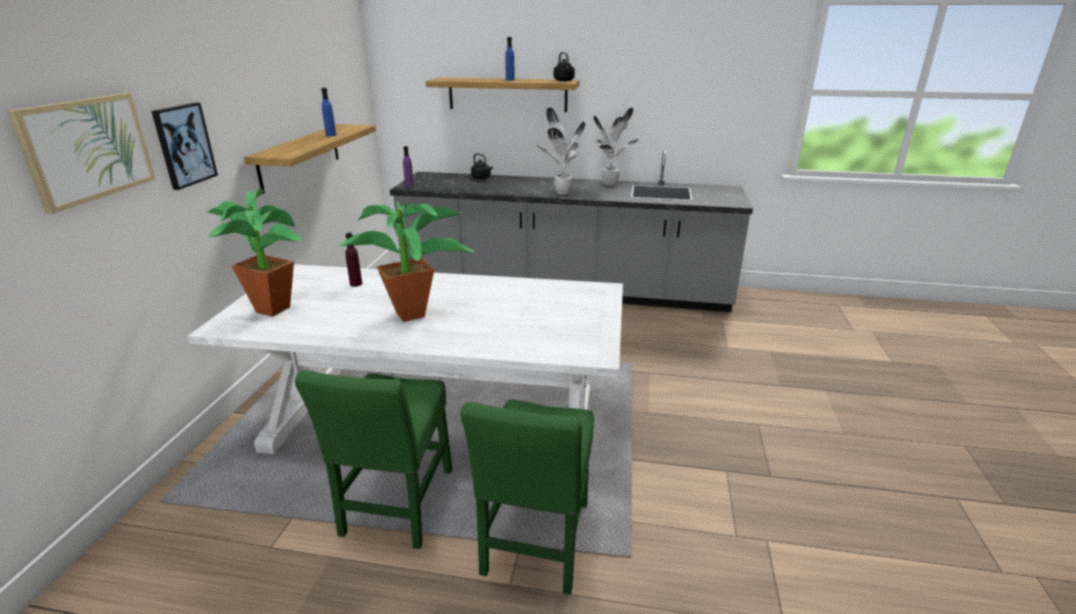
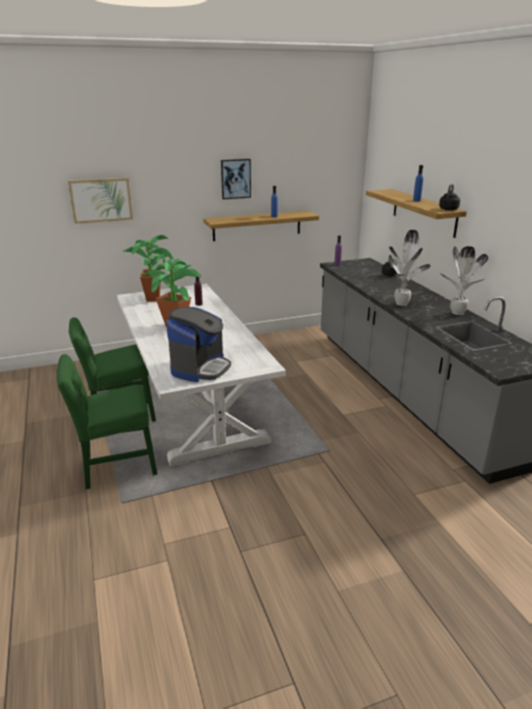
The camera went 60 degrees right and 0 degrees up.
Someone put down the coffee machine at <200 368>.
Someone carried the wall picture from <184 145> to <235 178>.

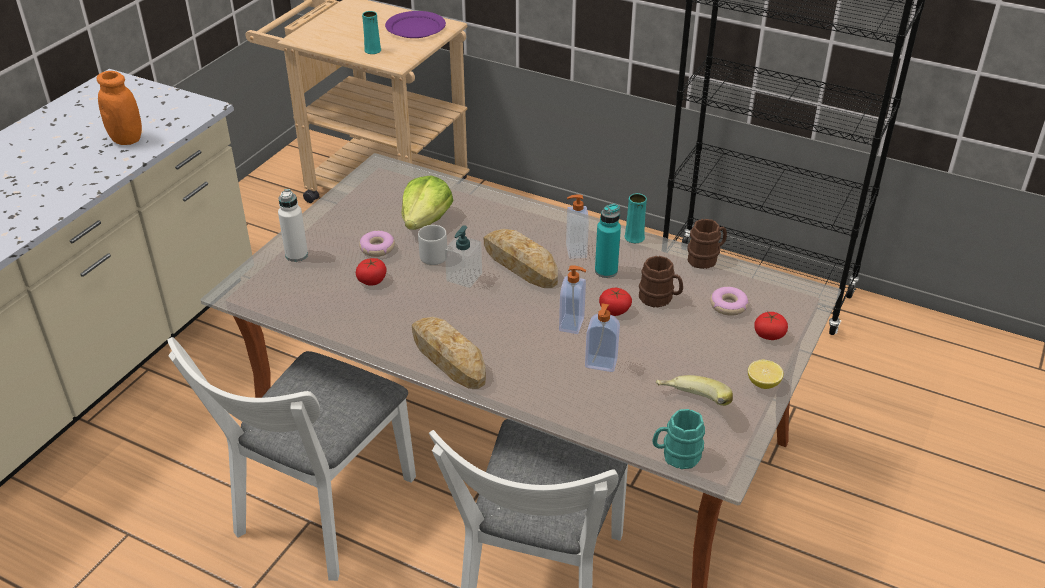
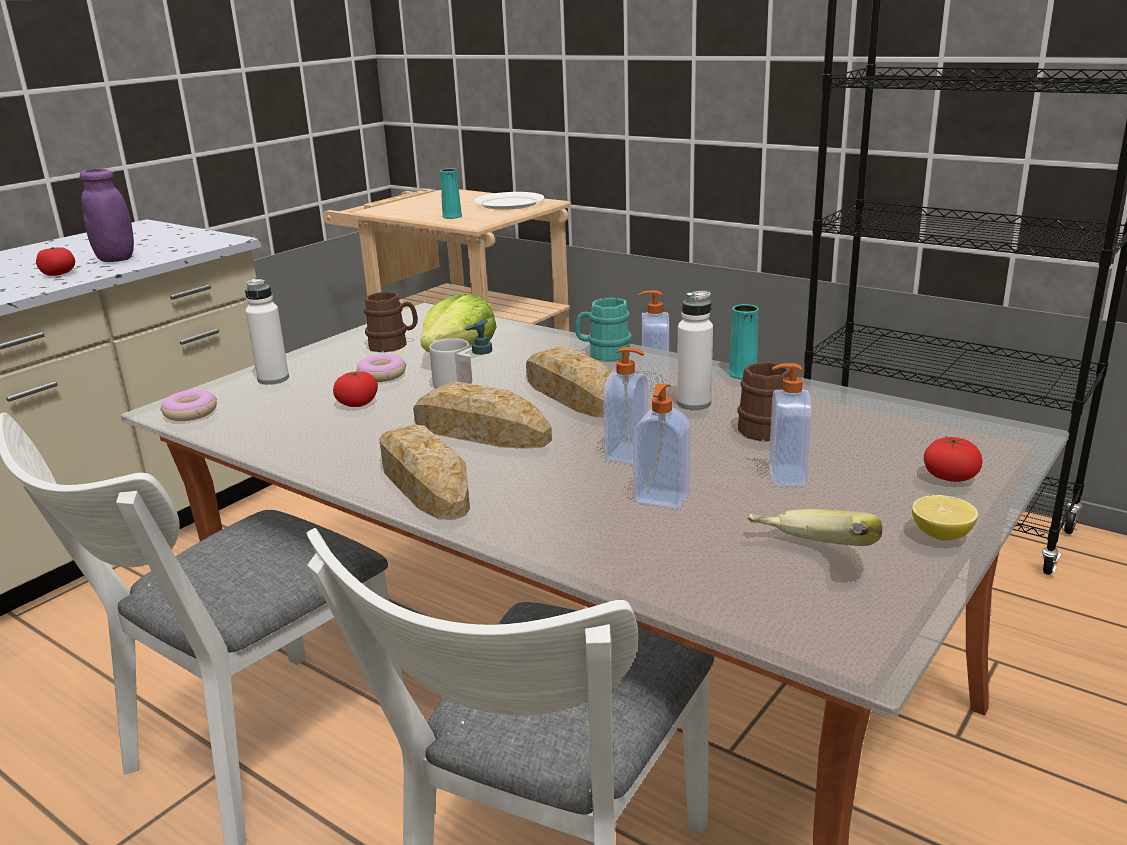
The camera went 10 degrees right and 15 degrees down.
Someone carried the tomato from <614 310> to <58 273>.
Someone repainted the orangey preserve jar at <126 139>, which became the purplish preserve jar at <116 259>.
Someone carried the donut from <728 306> to <191 413>.
Someone carried the brownish mug from <706 258> to <393 345>.
Someone put down the baked bread at <480 431>.
Someone repainted the purplish flat dish at <415 27>, which became the whitish flat dish at <509 203>.
Someone carried the turquoise-coloured mug from <676 455> to <603 354>.
Someone repainted the turquoise-coloured bottle at <606 271>, which became the whitish bottle at <694 403>.
Someone put down the soap bottle at <785 476>.

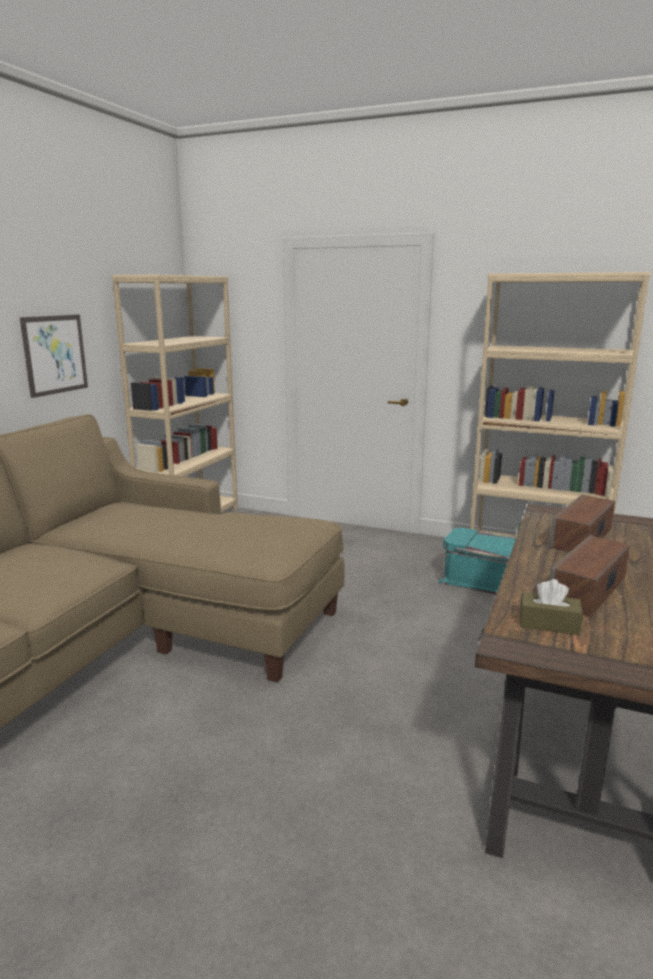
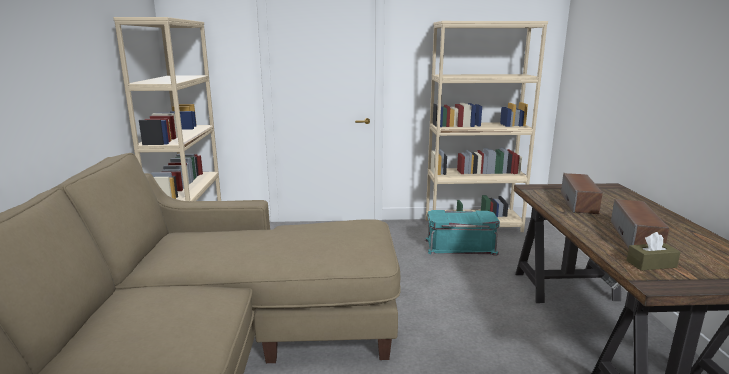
The camera went 25 degrees left and 0 degrees up.
Someone took away the wall picture at <55 354>.

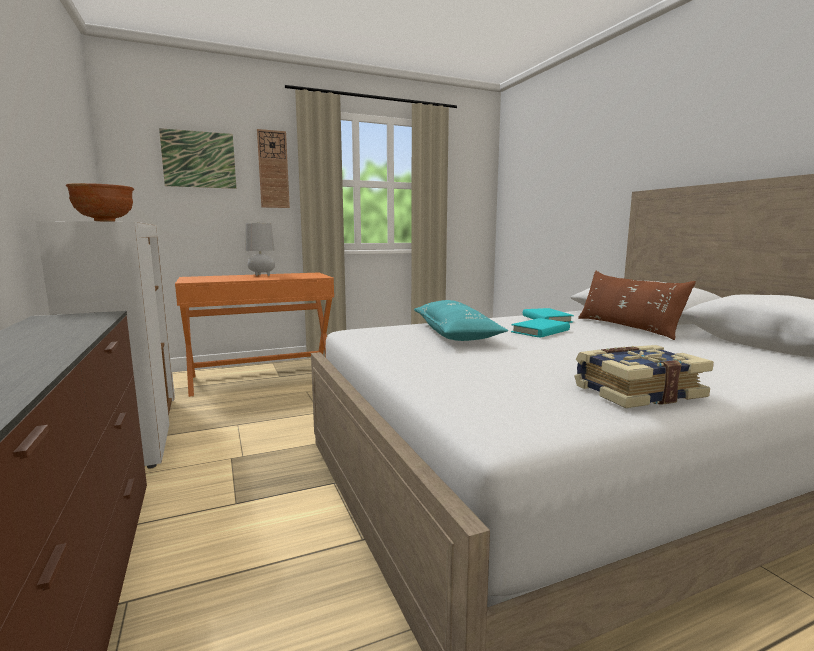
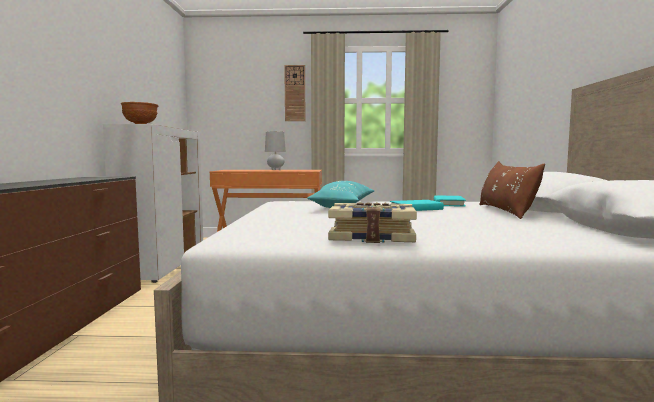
The camera went 25 degrees right and 5 degrees down.
Someone took away the wall picture at <199 159>.

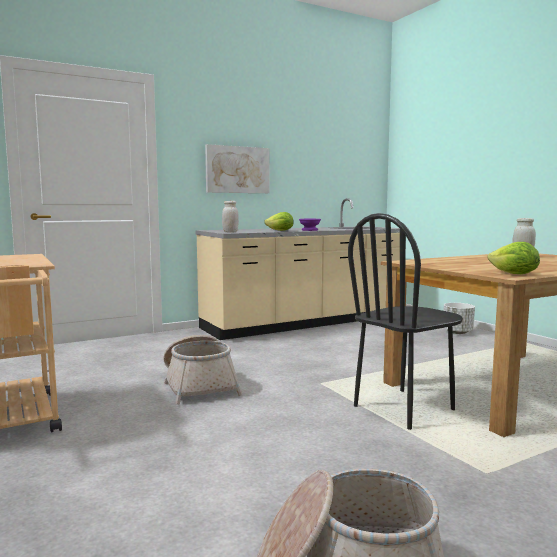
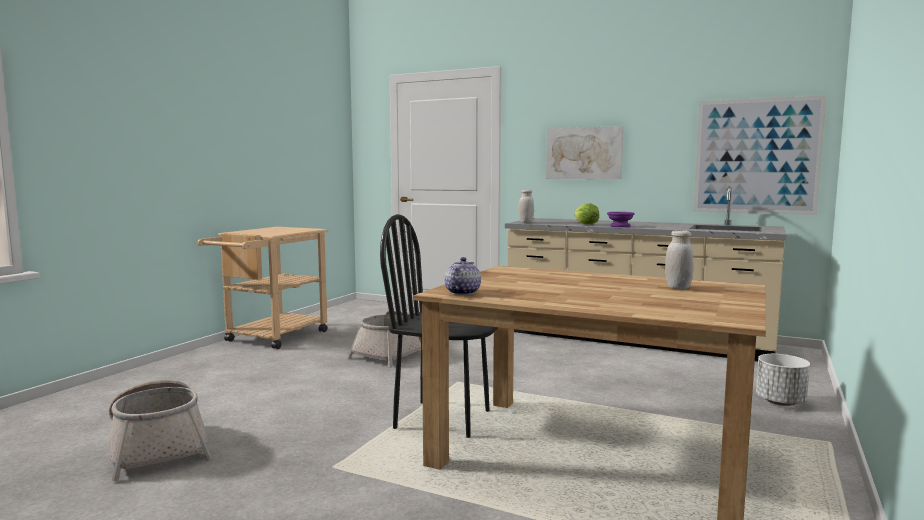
The camera went 55 degrees right and 0 degrees up.
Someone swapped the head of lettuce at <513 274> for the pot for tea at <462 292>.
Someone put up the wall picture at <756 156>.

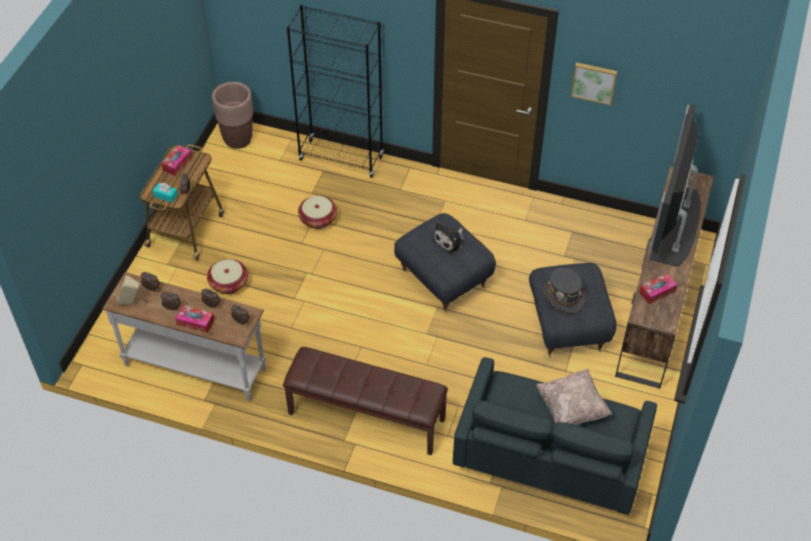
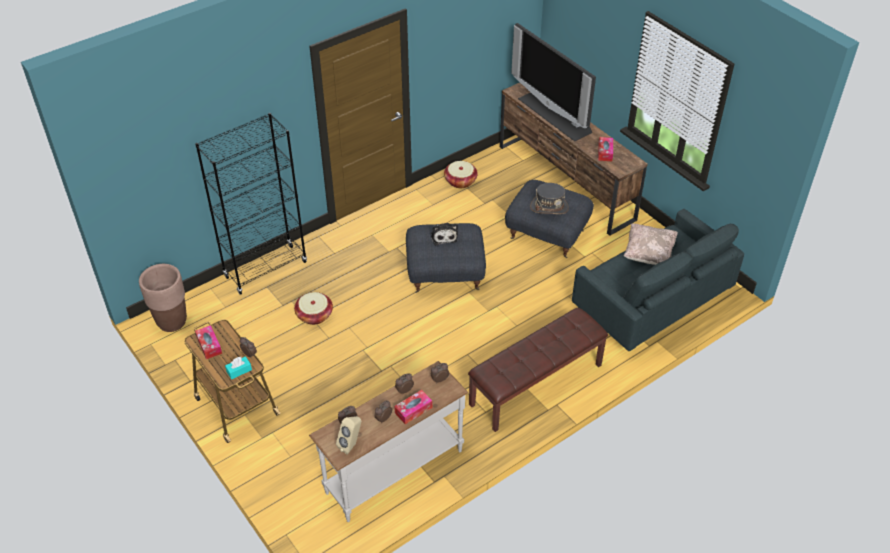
The camera went 55 degrees left and 5 degrees down.
Someone carried the basket from <228 283> to <460 181>.
Someone took away the wall picture at <594 82>.

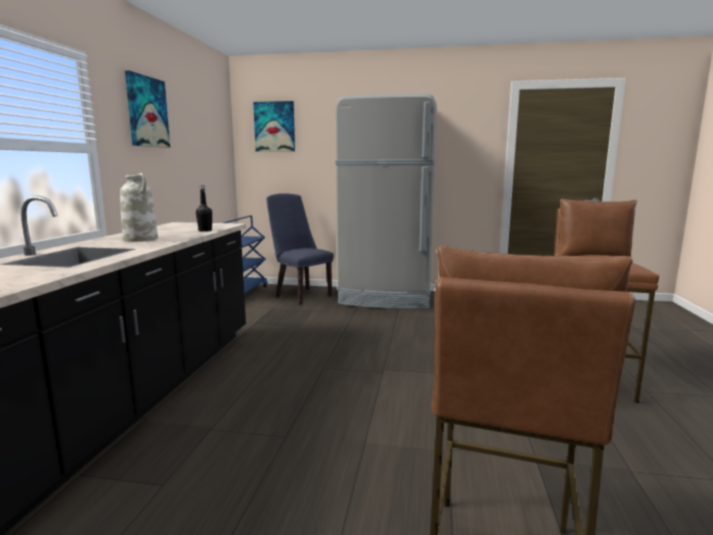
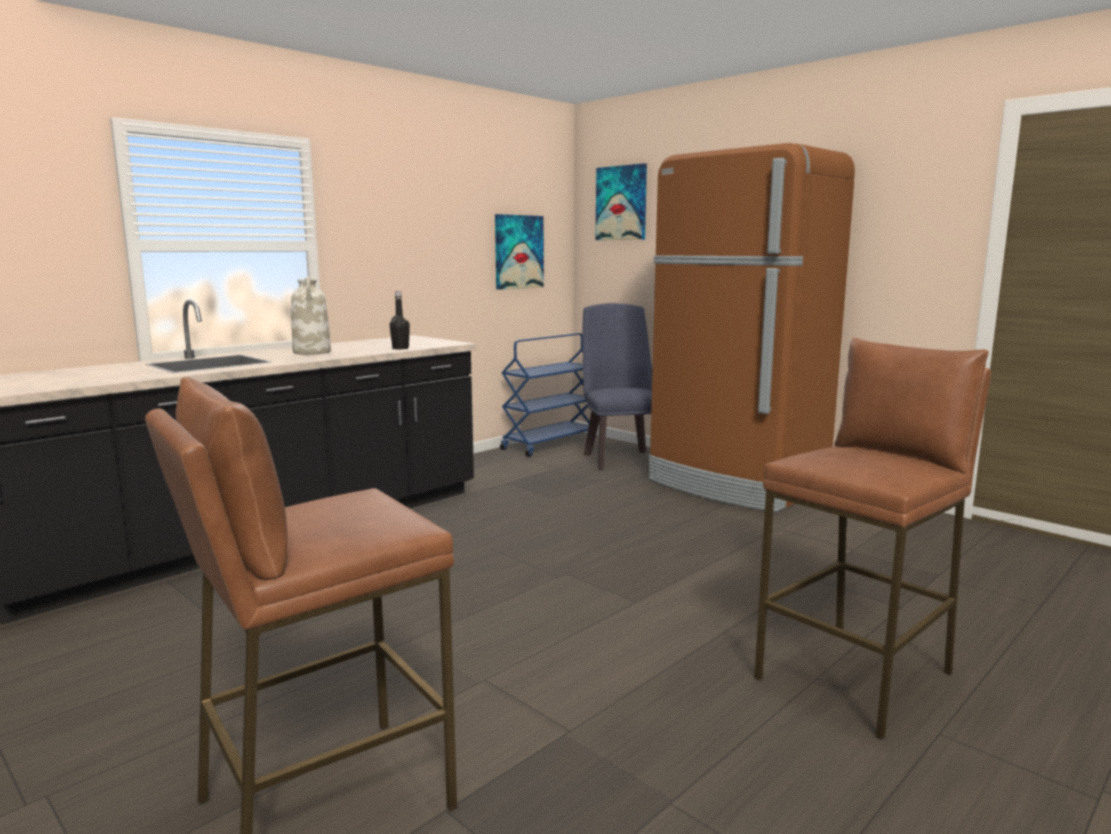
The camera went 35 degrees right and 0 degrees up.
Someone carried the wall picture from <147 112> to <518 252>.
Someone repainted the grey kitchen fridge at <386 298>, which became the brownish kitchen fridge at <736 485>.

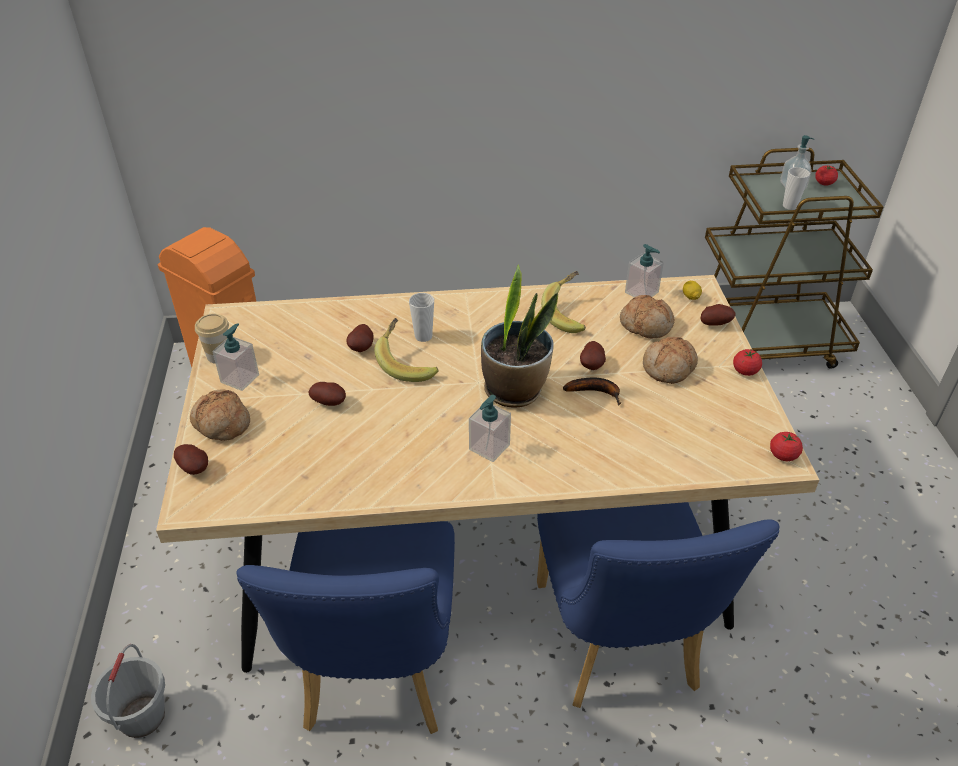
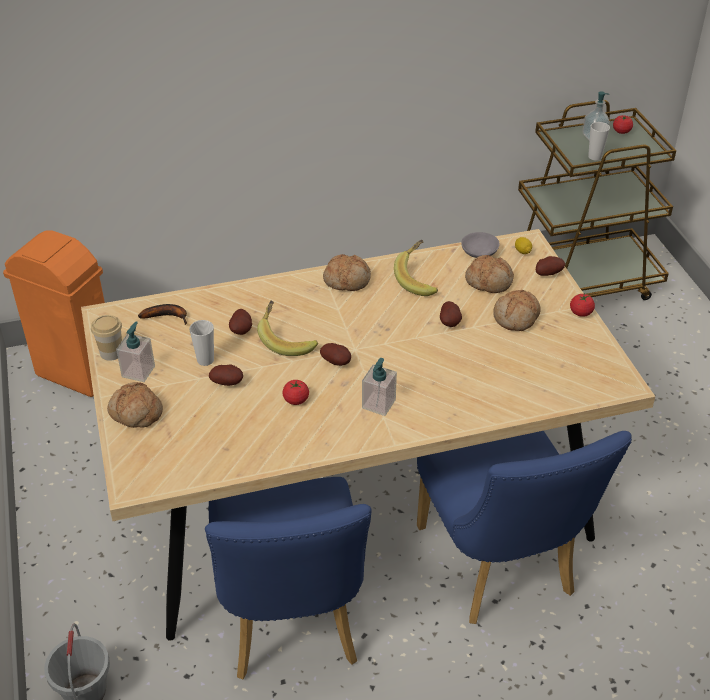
The camera went 10 degrees left and 0 degrees up.
Someone carried the banana fruit from <596 392> to <168 316>.
Someone carried the drinking cup from <423 336> to <205 360>.
Someone carried the tomato from <783 455> to <296 400>.
Someone carried the spud from <195 468> to <337 362>.
Someone put down the baked bread at <347 280>.
Someone swapped the soap bottle at <641 292> for the grey bowl at <479 252>.
Someone took away the potted plant at <514 390>.

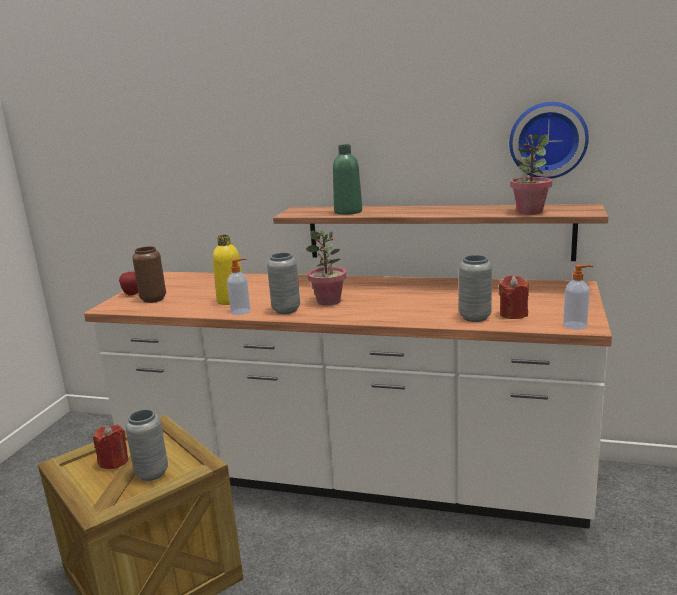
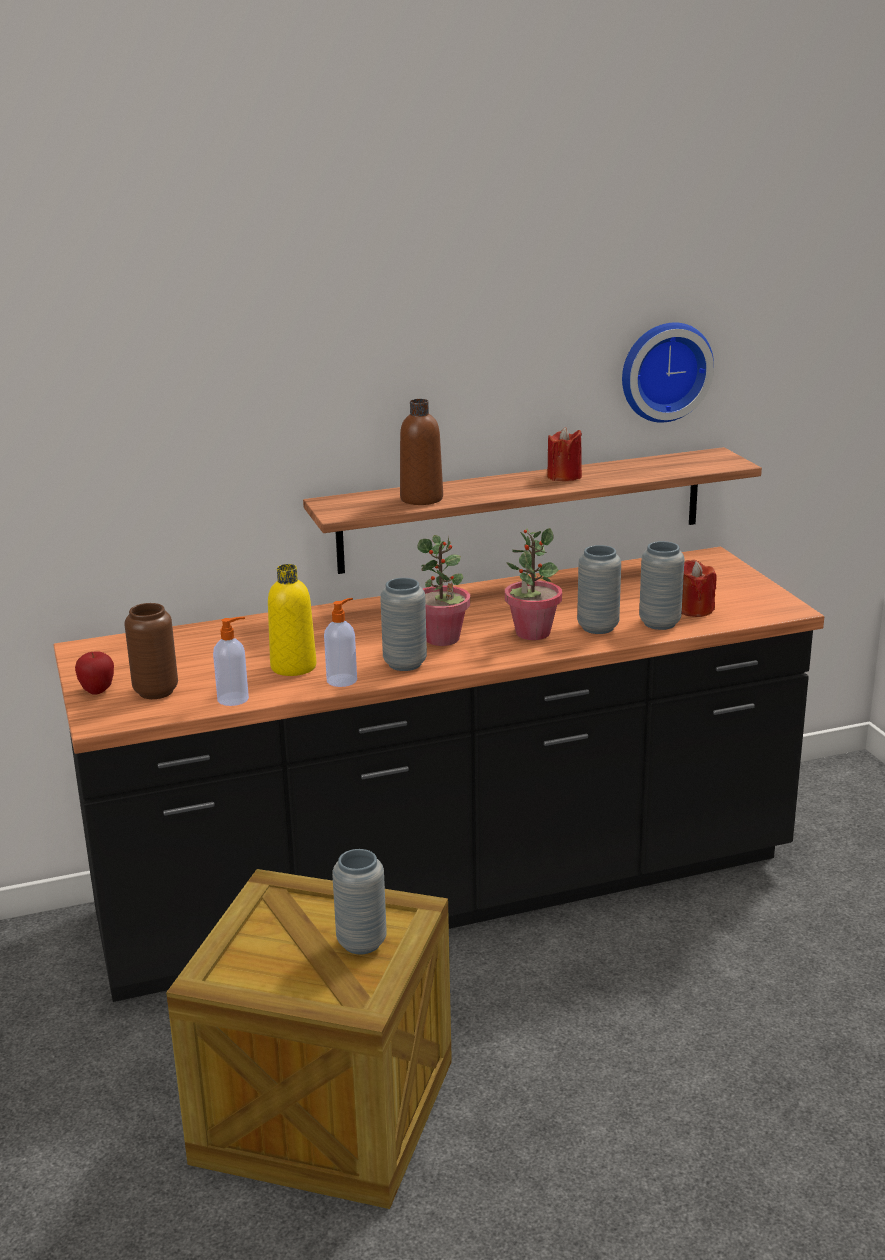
The camera went 35 degrees left and 5 degrees up.
Someone repainted the whitish kitchen base unit at <350 476>, which became the black-coloured kitchen base unit at <448 893>.
Someone carried the soap bottle from <576 325> to <234 699>.
Someone repainted the greenish bottle at <348 212>, which became the brownish bottle at <421 499>.
Someone carried the potted plant from <529 212> to <532 633>.
Someone carried the red-coloured candle from <114 462> to <564 477>.
Someone put down the grey decorative vase at <598 627>.

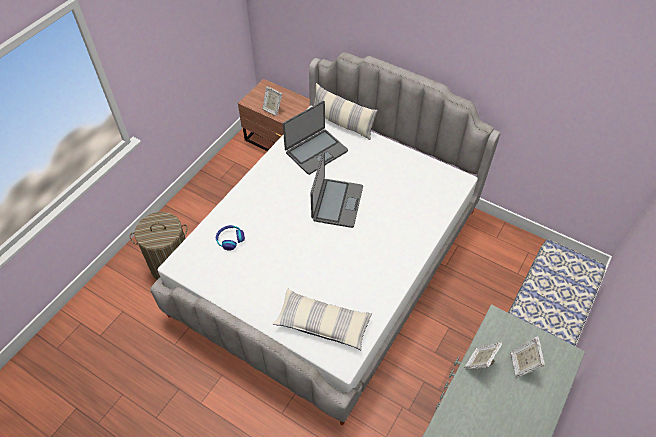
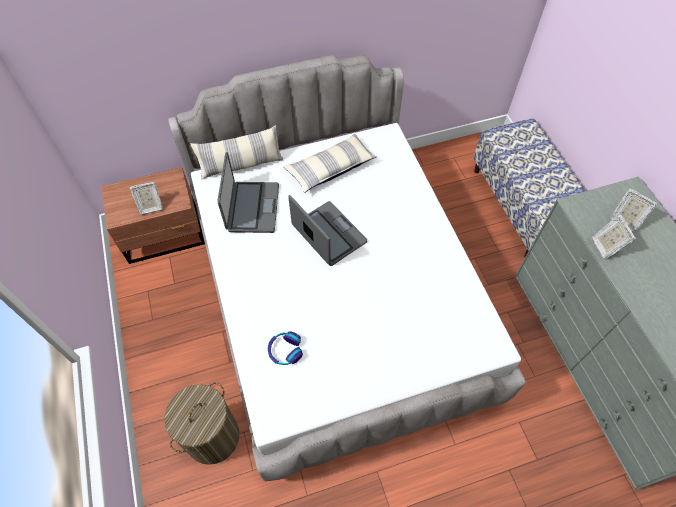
The camera went 50 degrees left and 5 degrees up.
Someone carried the throw pillow from <323 323> to <330 168>.

